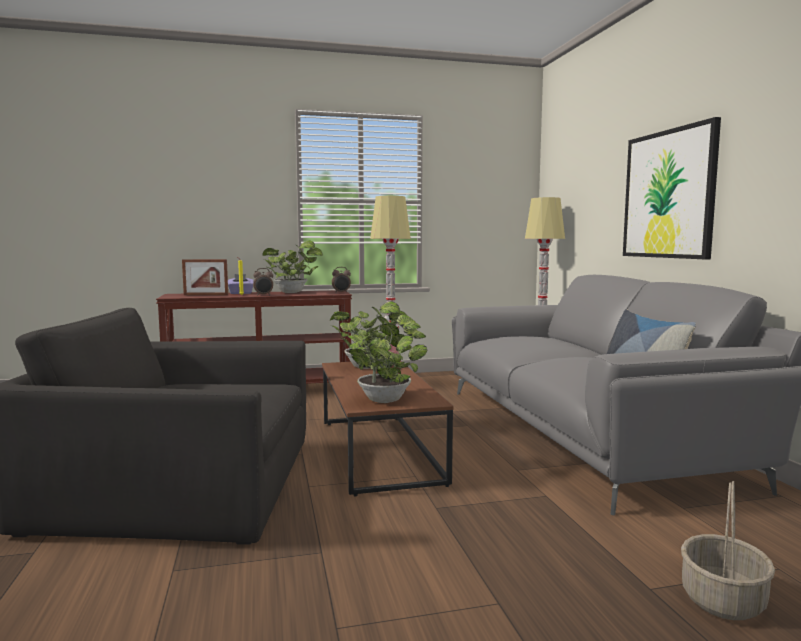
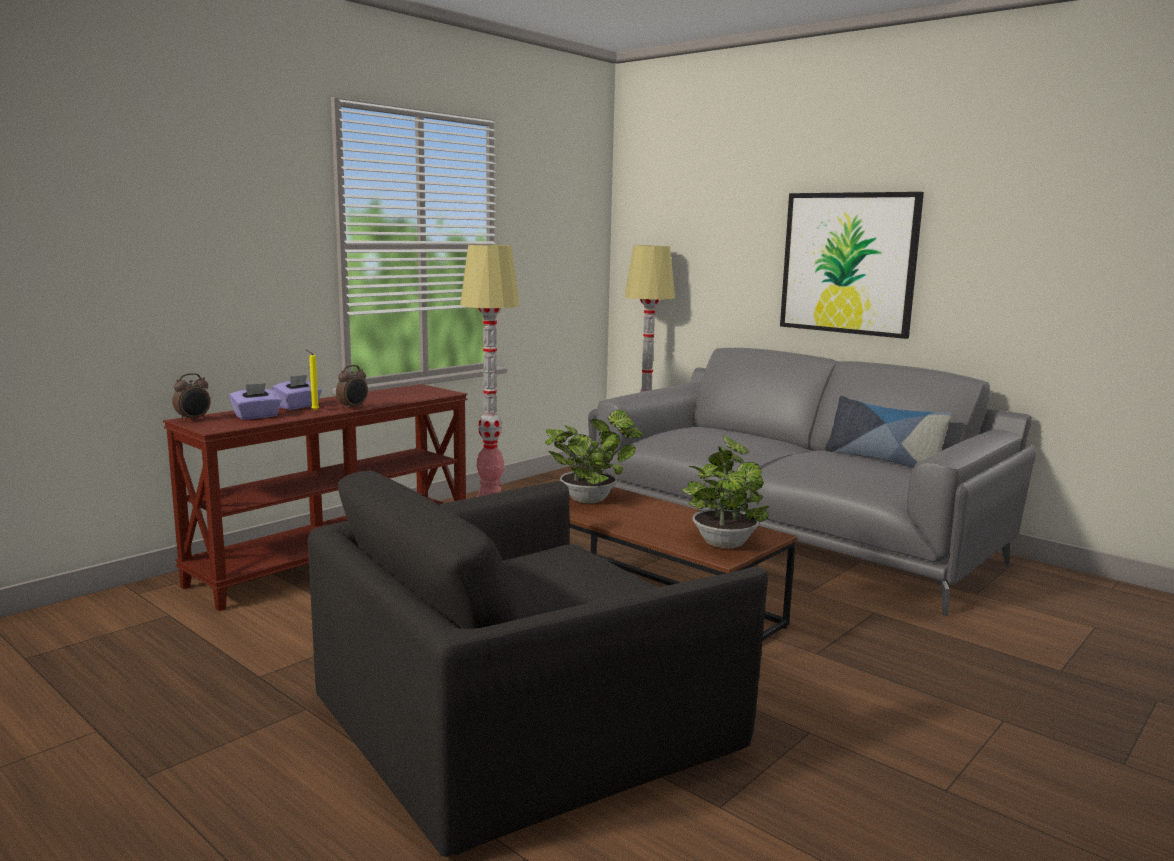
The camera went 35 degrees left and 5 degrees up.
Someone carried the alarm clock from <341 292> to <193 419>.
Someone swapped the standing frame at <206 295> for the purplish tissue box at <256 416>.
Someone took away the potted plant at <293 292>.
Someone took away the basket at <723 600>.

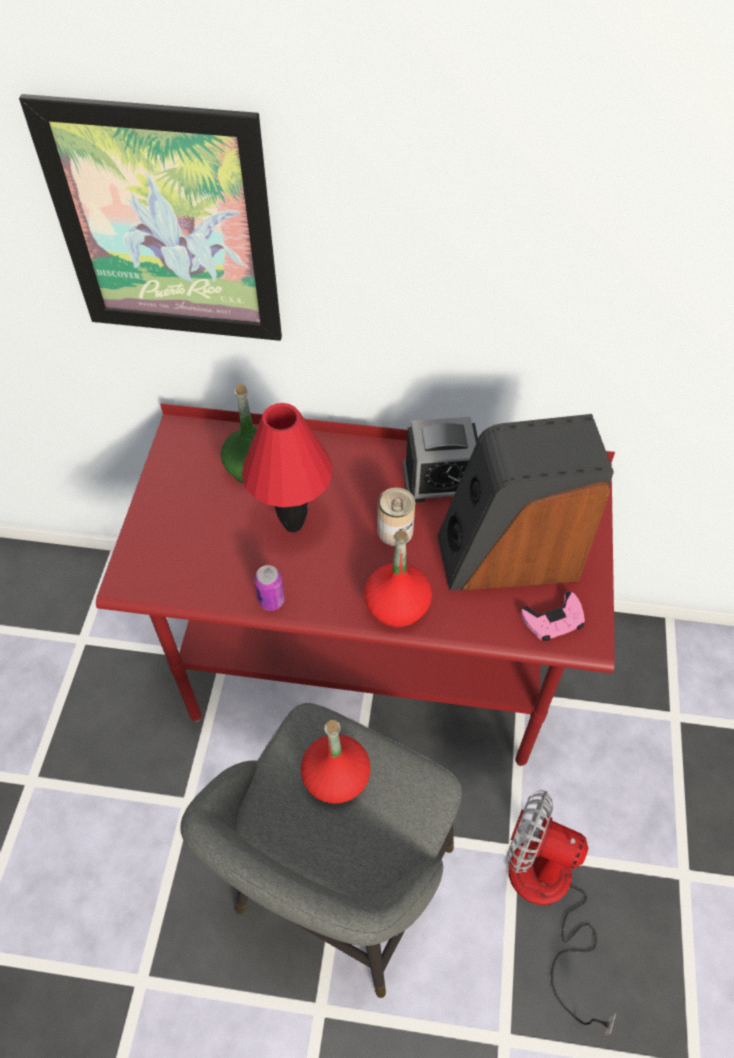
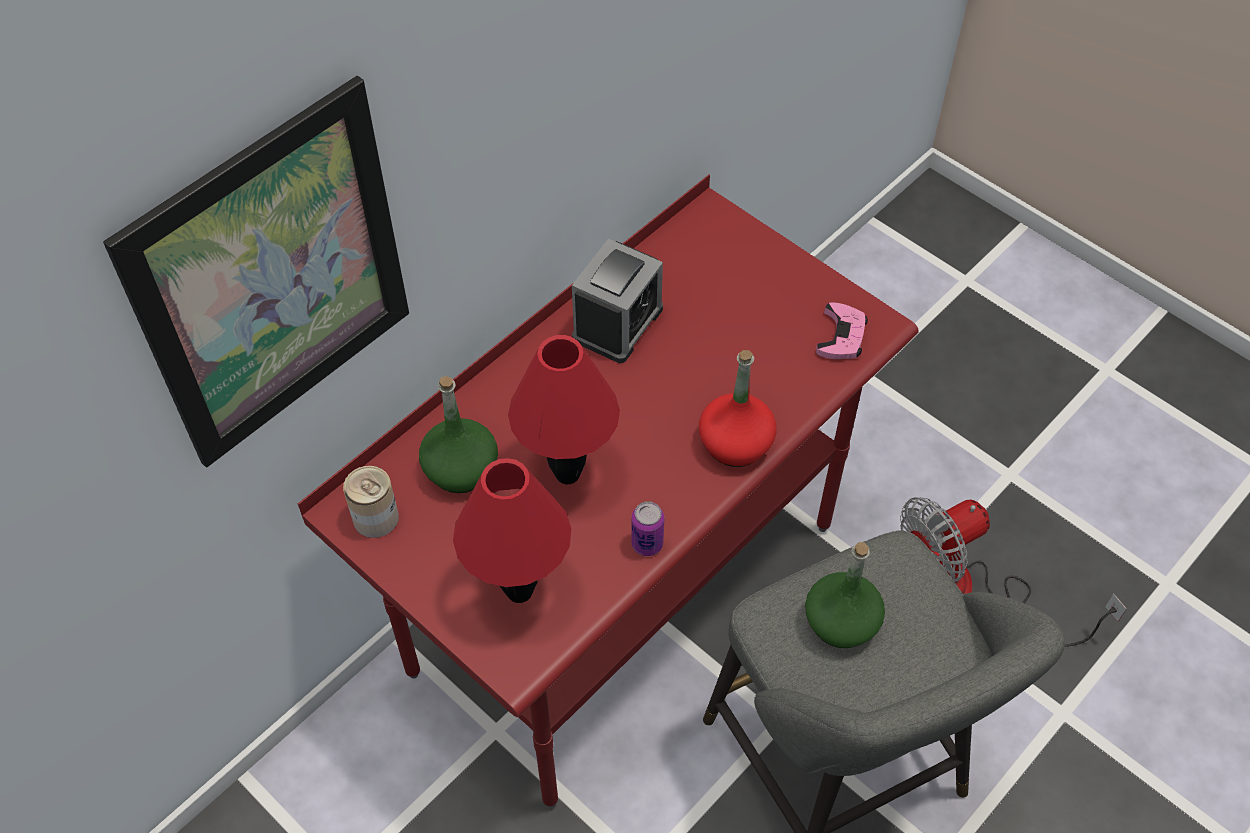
The camera went 55 degrees left and 0 degrees up.
Someone carried the metal can from <395 531> to <375 518>.
Someone put down the red-coloured lamp for a table at <521 592>.
Someone repainted the red-coloured bottle at <336 777>, which became the greenish bottle at <841 622>.
Someone took away the speaker at <508 555>.

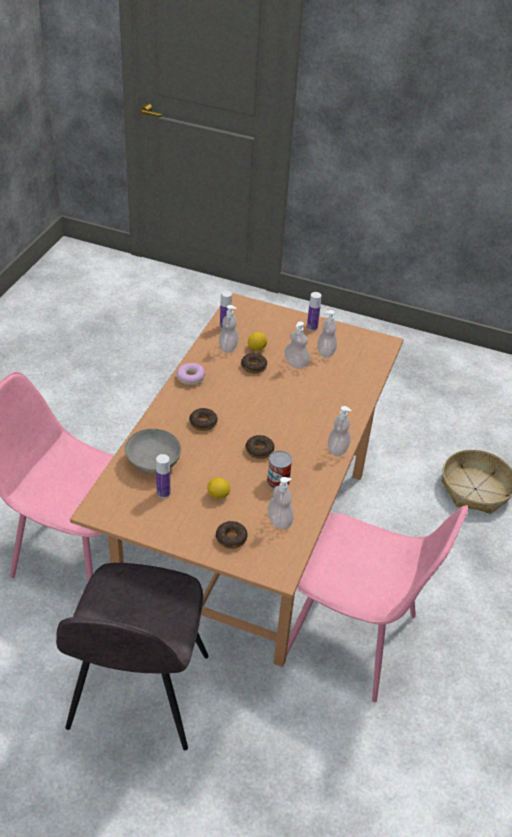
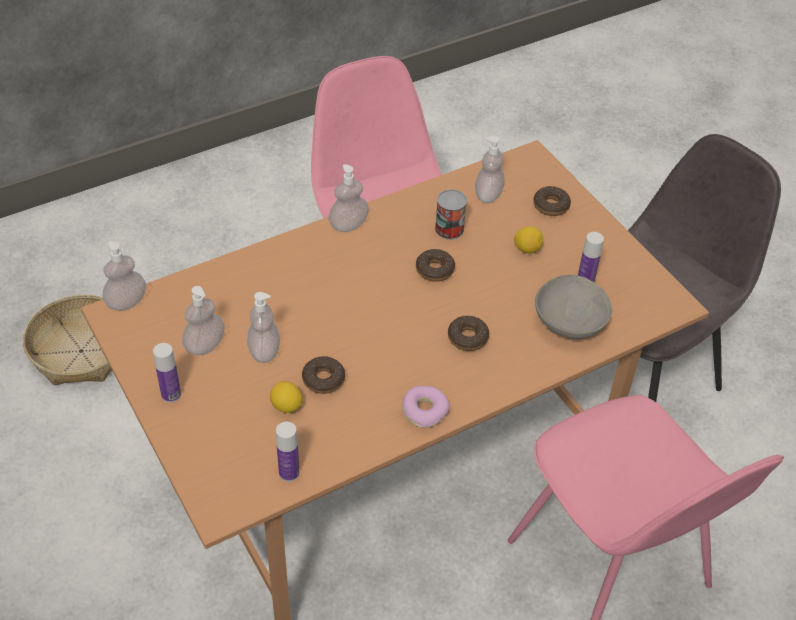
The camera went 140 degrees left and 5 degrees up.
Someone carried the soap bottle from <228 347> to <126 302>.

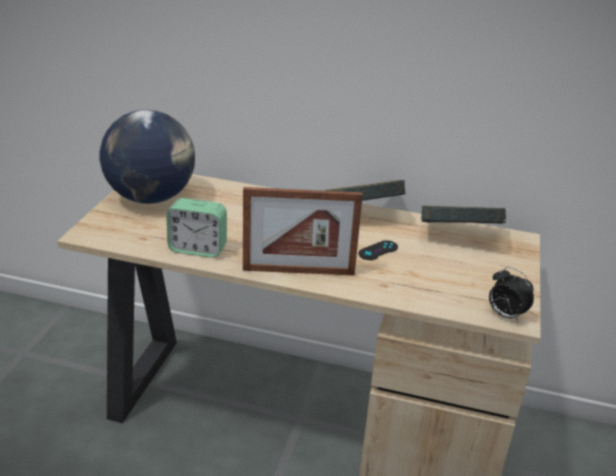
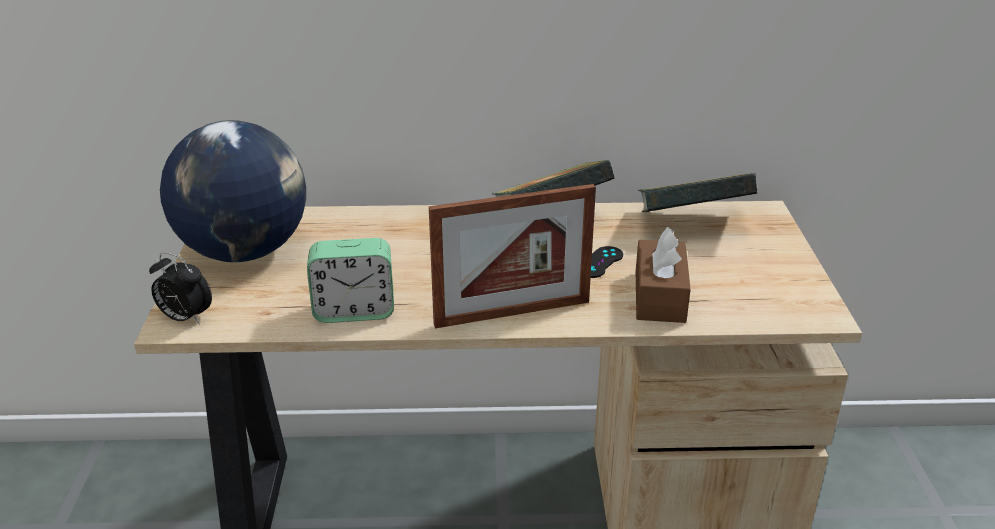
The camera went 15 degrees left and 0 degrees up.
Someone carried the alarm clock from <505 315> to <185 318>.
Someone put down the brownish tissue box at <659 296>.

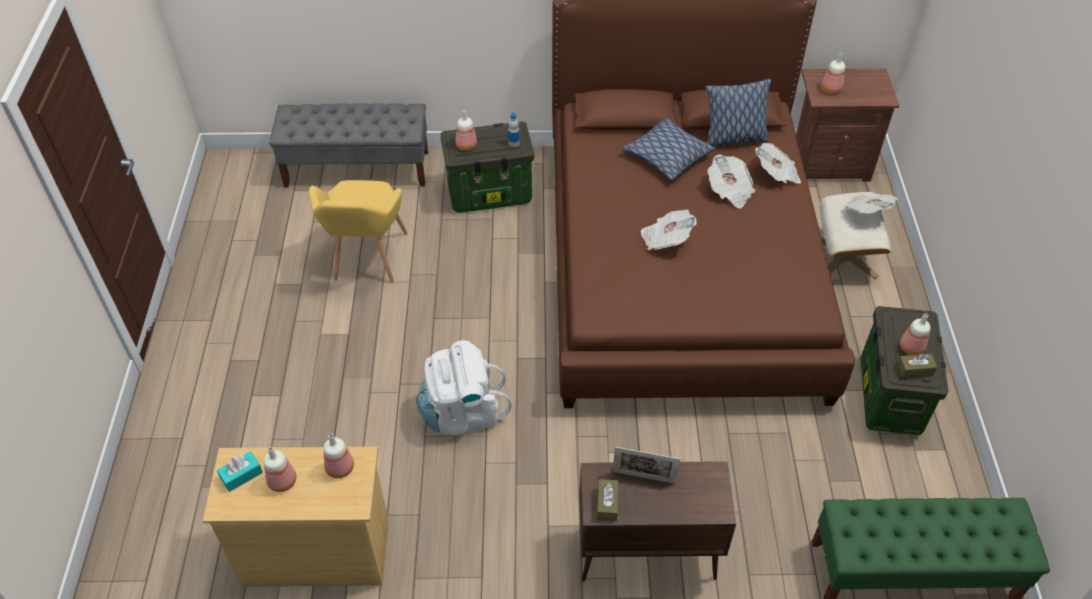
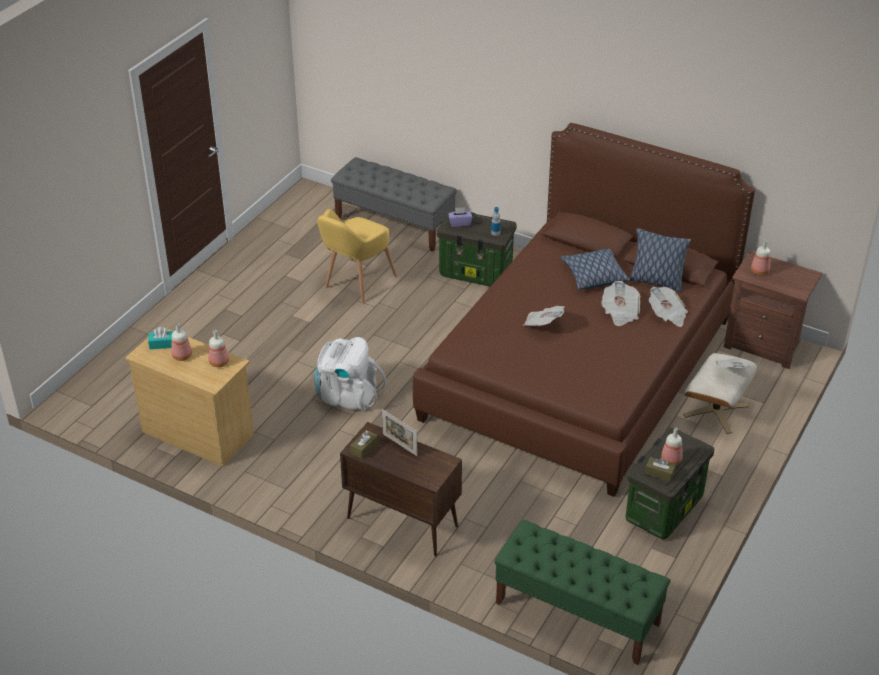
The camera went 30 degrees right and 10 degrees down.
Someone swapped the bottle at <466 146> for the purplish tissue box at <460 223>.

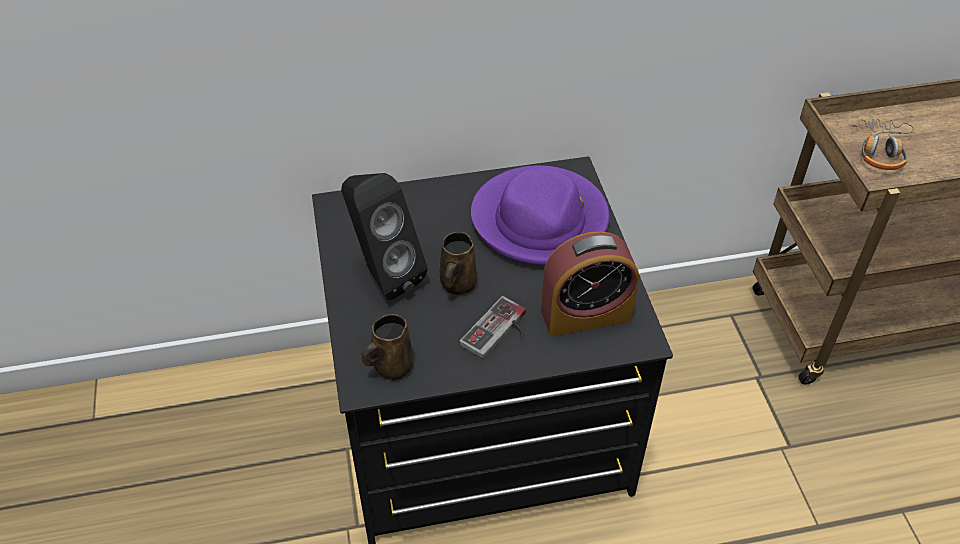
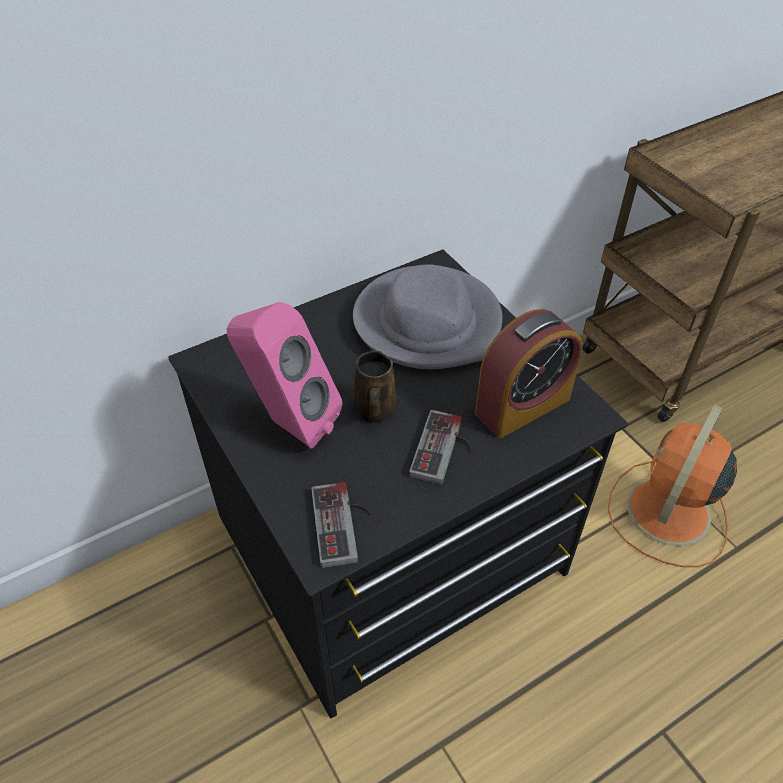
The camera went 20 degrees left and 0 degrees up.
Someone repainted the black-coloured speaker at <383 275>, which became the pink speaker at <289 423>.
Someone swapped the brownish mug at <391 367> for the joypad at <345 524>.
Someone repainted the purplish hat at <541 220>, which became the grey hat at <428 322>.
Someone put down the orangey electric fan at <667 513>.
Someone took away the pair of headphones at <880 150>.

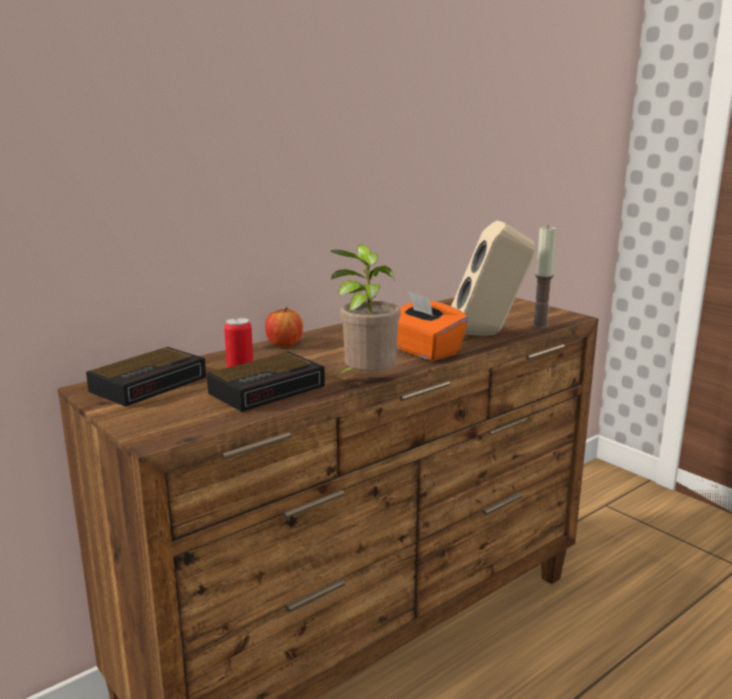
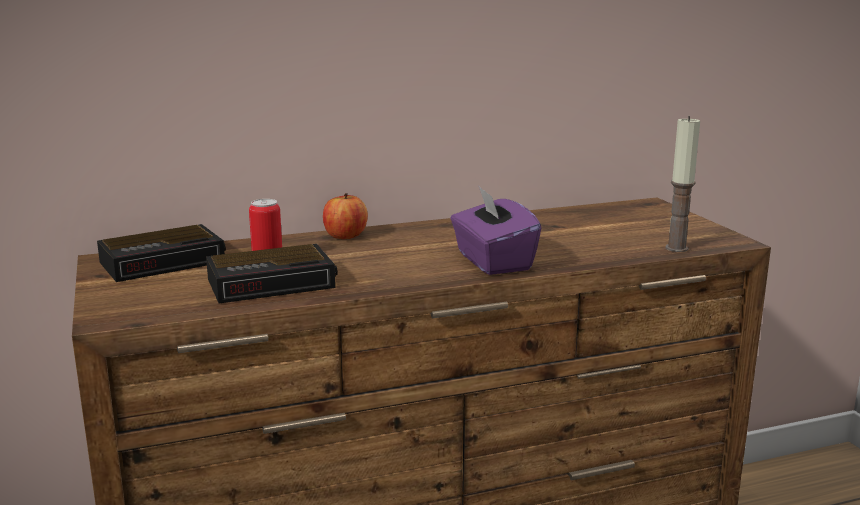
The camera went 20 degrees right and 0 degrees up.
Someone repainted the orangey tissue box at <423 351>, which became the purplish tissue box at <492 261>.
Someone took away the potted plant at <366 382>.
Someone took away the sand-coloured speaker at <489 335>.

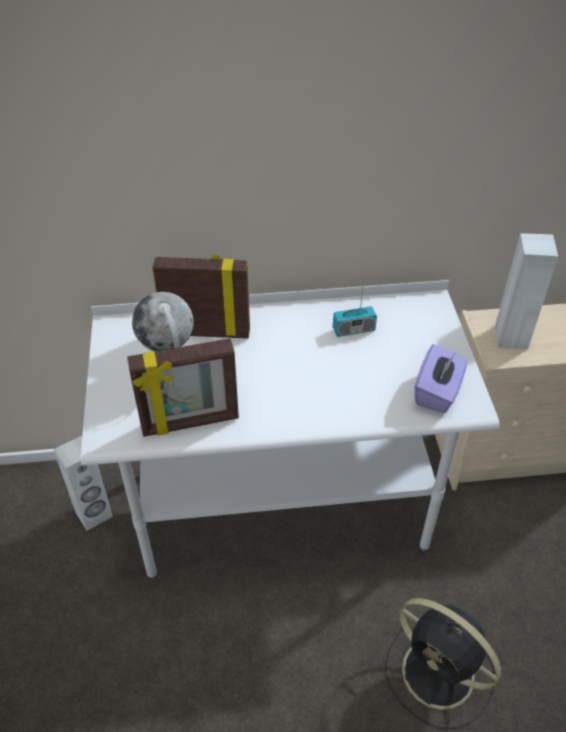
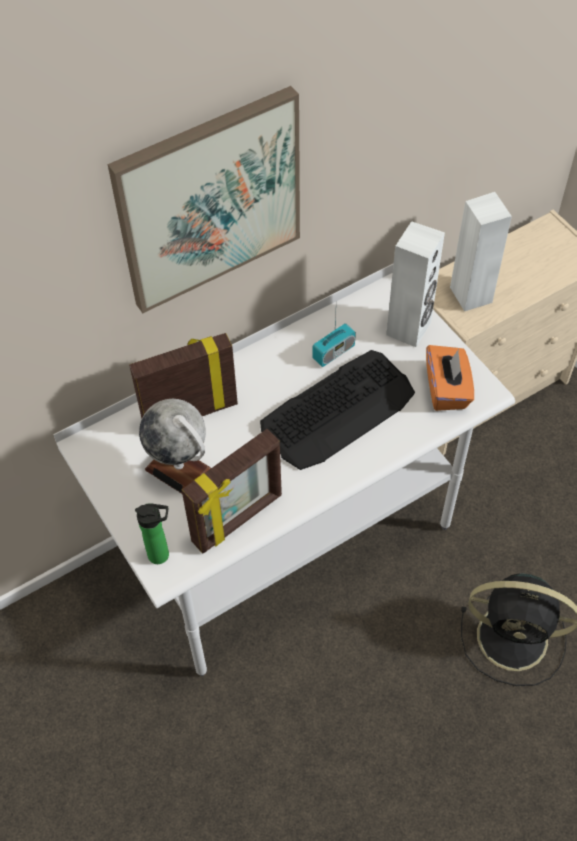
The camera went 25 degrees left and 10 degrees up.
Someone put up the wall picture at <209 200>.
Someone put down the bottle at <162 555>.
Someone put down the PC keyboard at <338 410>.
Someone carried the whitish speaker from <94 514> to <409 329>.
Someone repainted the purplish tissue box at <437 392>, which became the orangey tissue box at <447 390>.

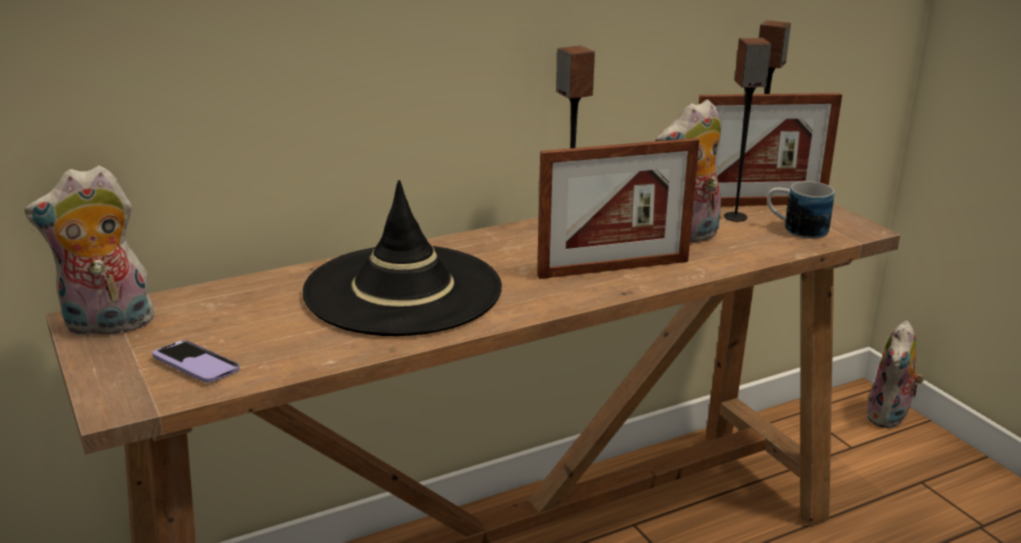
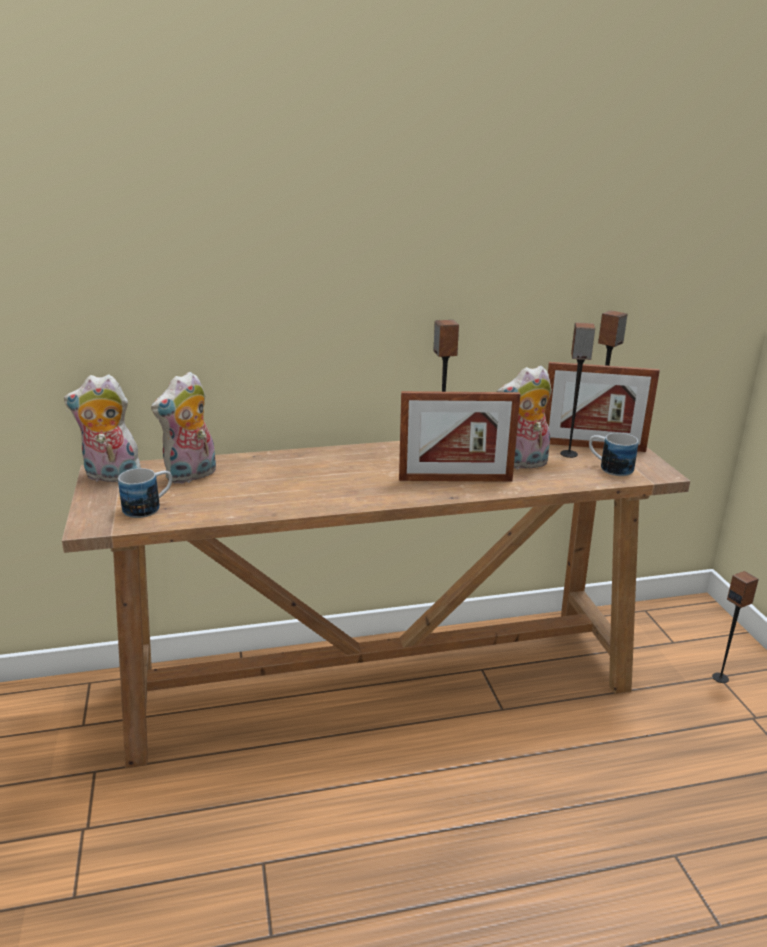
The camera went 15 degrees right and 0 degrees up.
Someone swapped the handset at <196 364> for the mug at <149 507>.
Someone carried the cuddly toy from <889 417> to <191 476>.
Someone put down the speaker at <720 678>.
Someone took away the black-coloured hat at <403 291>.

